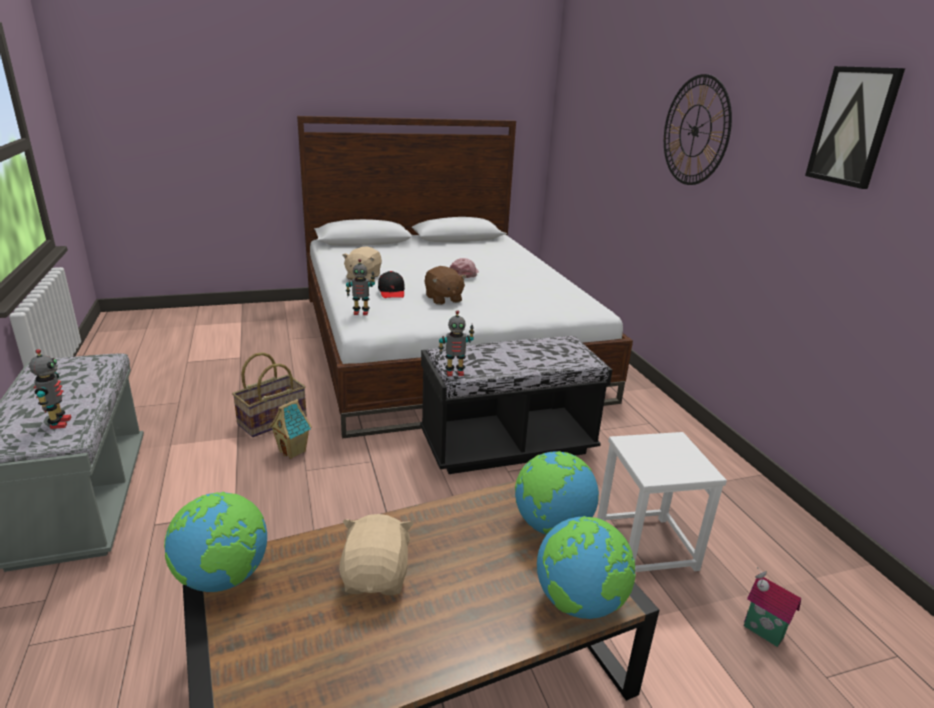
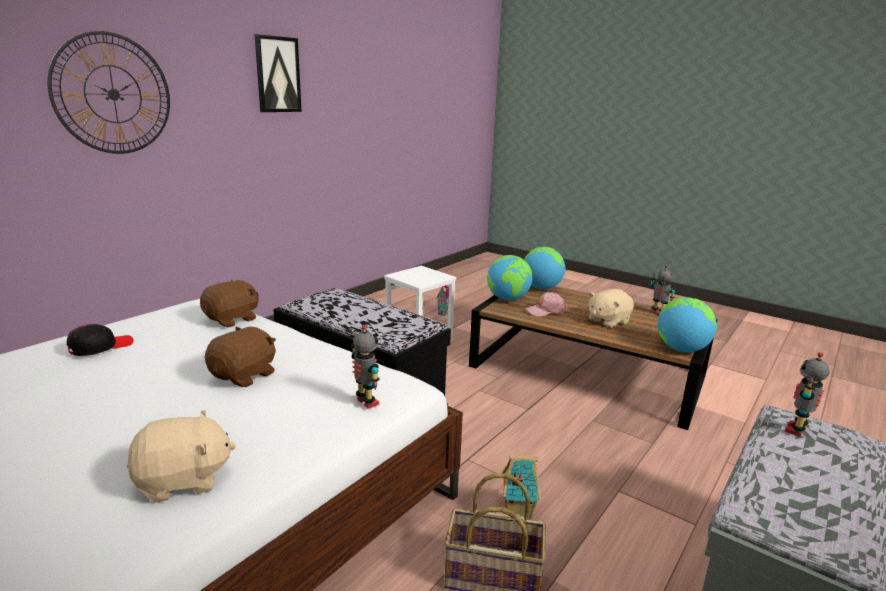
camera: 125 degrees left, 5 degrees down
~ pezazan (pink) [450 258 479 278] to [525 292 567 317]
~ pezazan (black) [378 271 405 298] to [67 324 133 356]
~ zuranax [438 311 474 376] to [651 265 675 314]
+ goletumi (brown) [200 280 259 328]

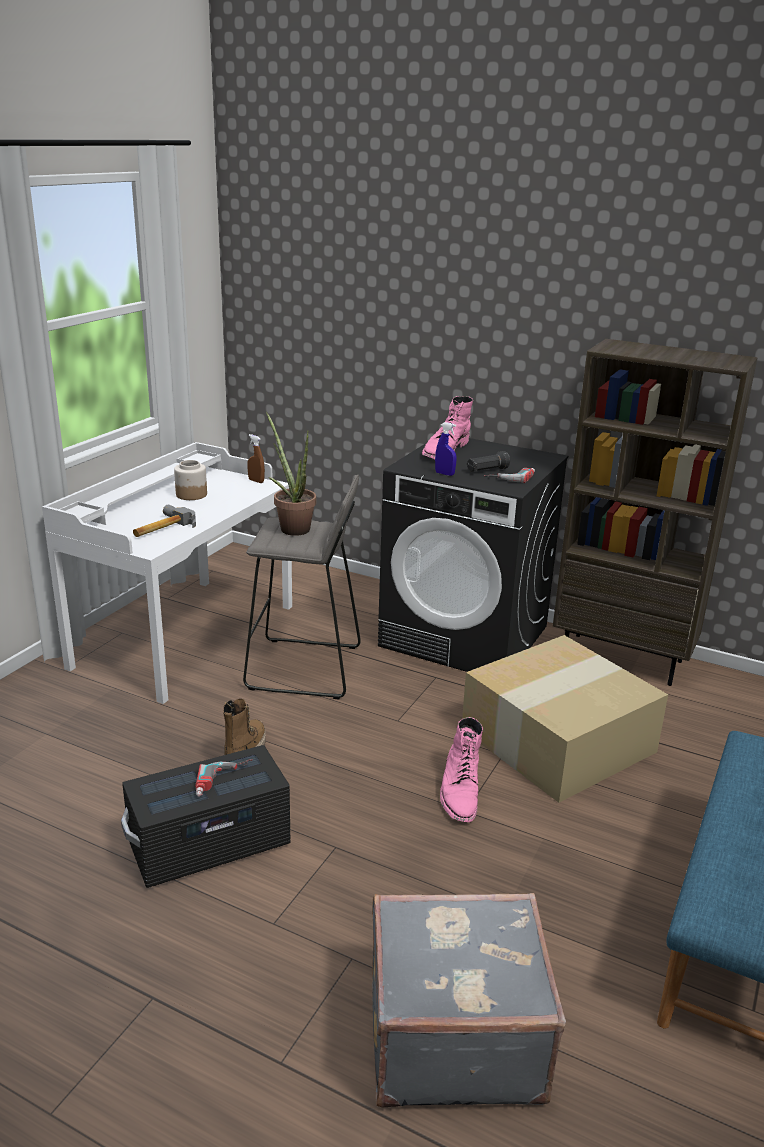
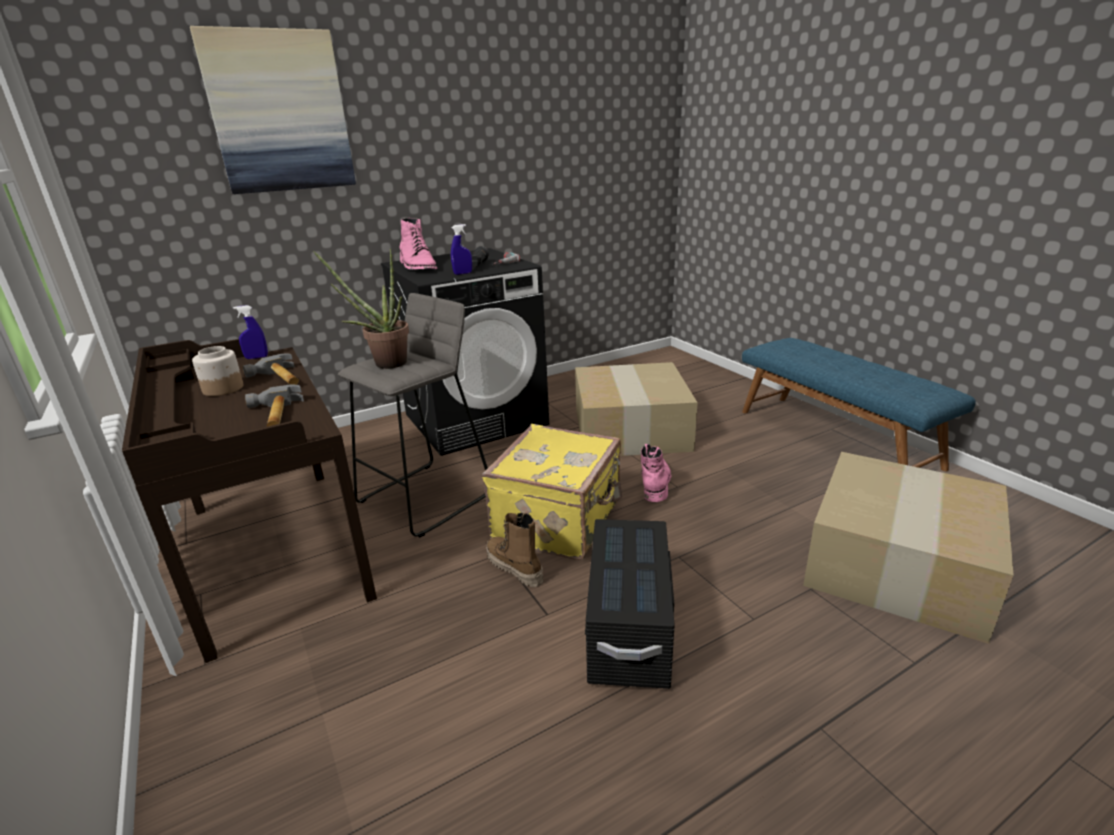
camera: 55 degrees left, 0 degrees up
- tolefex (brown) [553 339 758 686]
~ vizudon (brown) [247 434 265 483] to vizudon (blue) [233 305 268 359]
~ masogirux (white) [42 442 292 704] to masogirux (brown) [122 339 377 663]
~ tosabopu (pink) [440 717 483 823] = [641 444 671 502] 120 degrees counterclockwise
- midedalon [195 759 252 797]
~ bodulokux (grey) [372 893 566 1108] to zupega [803 452 1014 644]
+ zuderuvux [190 26 356 194]
+ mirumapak [243 354 299 385]
+ bodulokux (yellow) [482 424 622 560]

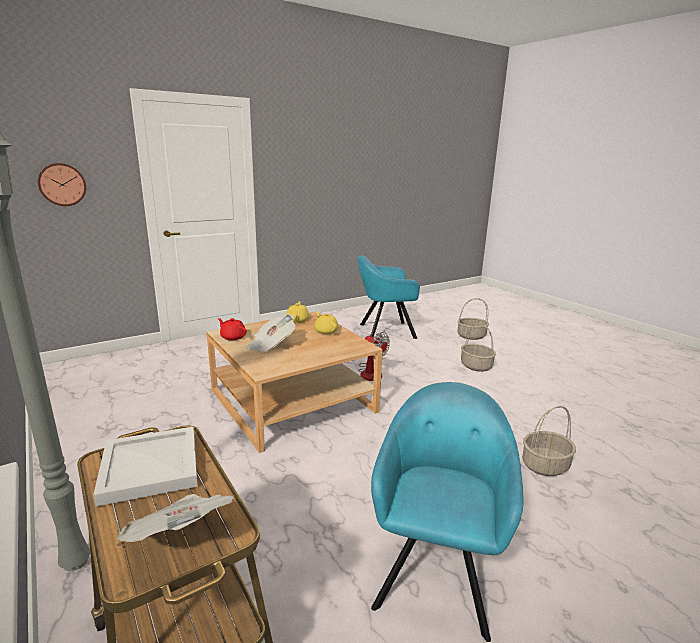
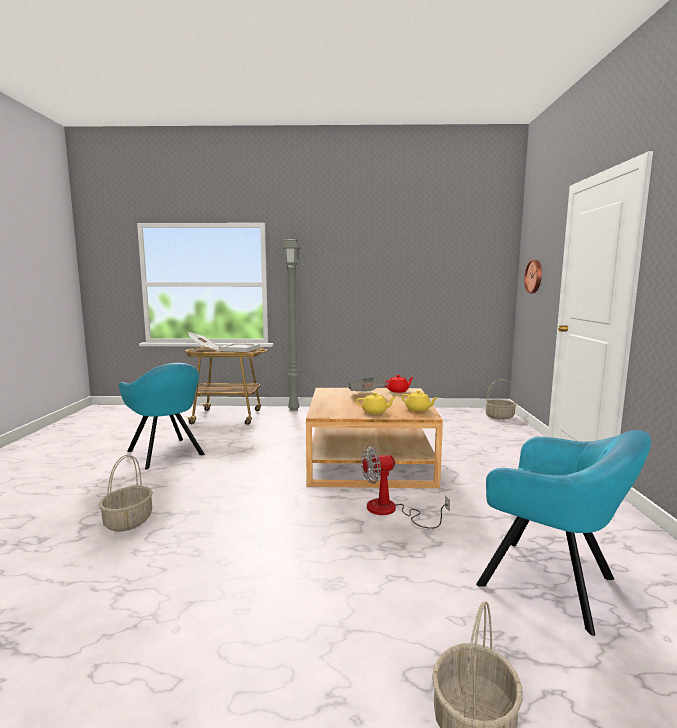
camera: 125 degrees right, 10 degrees down
~ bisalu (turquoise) [358 255 420 339] = [476 430 651 636] 105 degrees clockwise
~ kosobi [461 322 496 372] to [485 379 517 420]

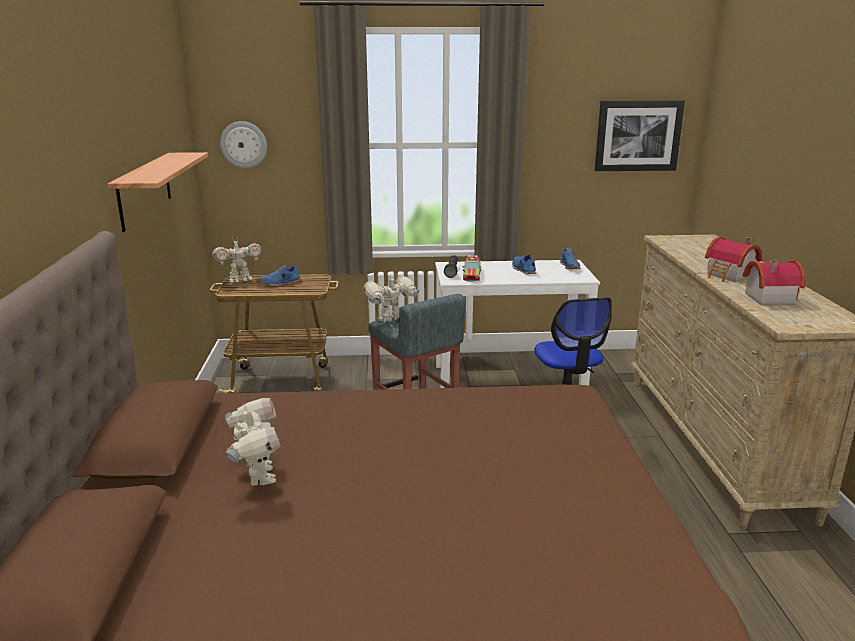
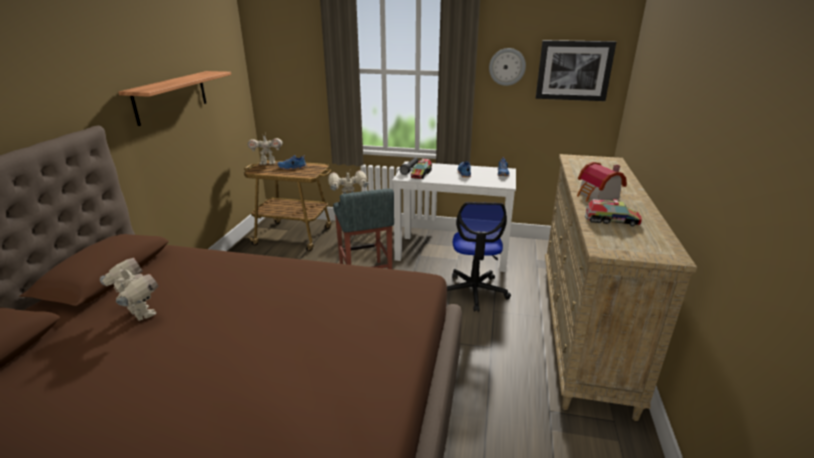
camera: 15 degrees right, 5 degrees up
~ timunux [220 121 267 168] to [489 48 526 86]
~ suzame [743 261 805 305] to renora [585 199 642 226]
~ zuranax [225 398 281 486] = [100 258 158 321] 45 degrees counterclockwise

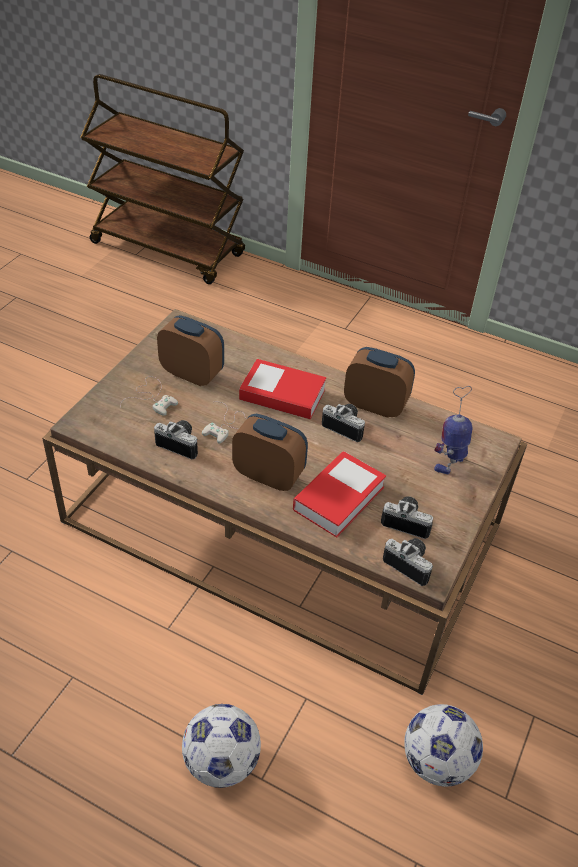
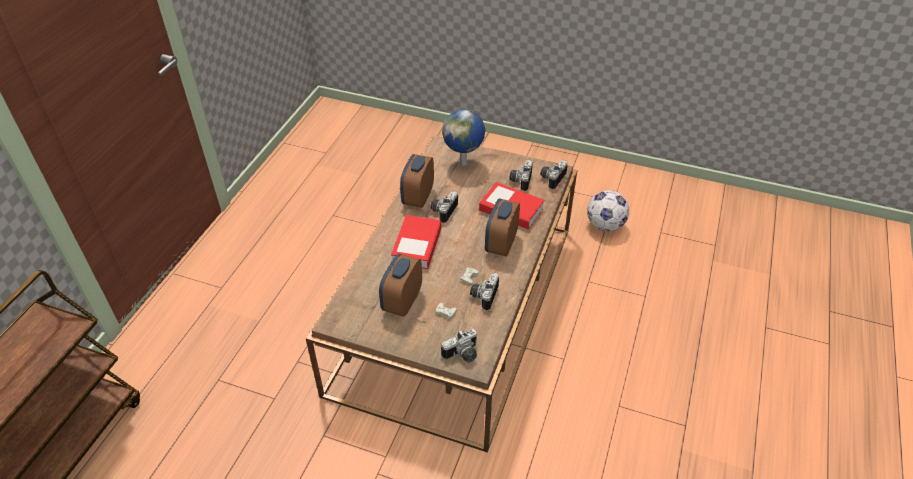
camera: 95 degrees left, 0 degrees up
~ zuranax [434 386 473 474] to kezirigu [442 109 485 166]
- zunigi [182 704 261 788]
+ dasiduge [441 329 477 362]

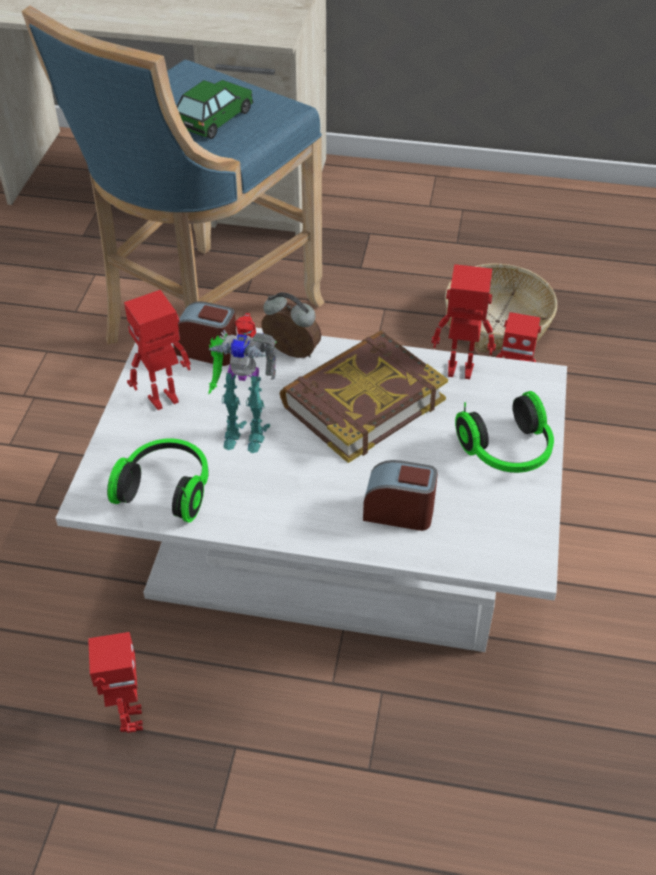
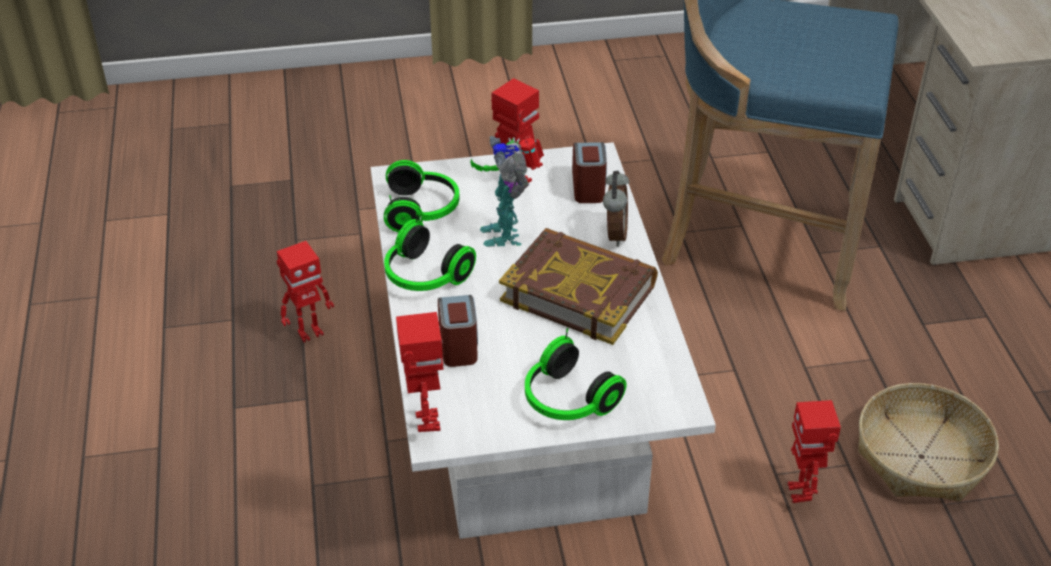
camera: 70 degrees right, 5 degrees down
- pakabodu [177 80 253 139]
~ zuranax [431 264 496 379] to [396 312 443 432]
+ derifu [384 211 476 291]

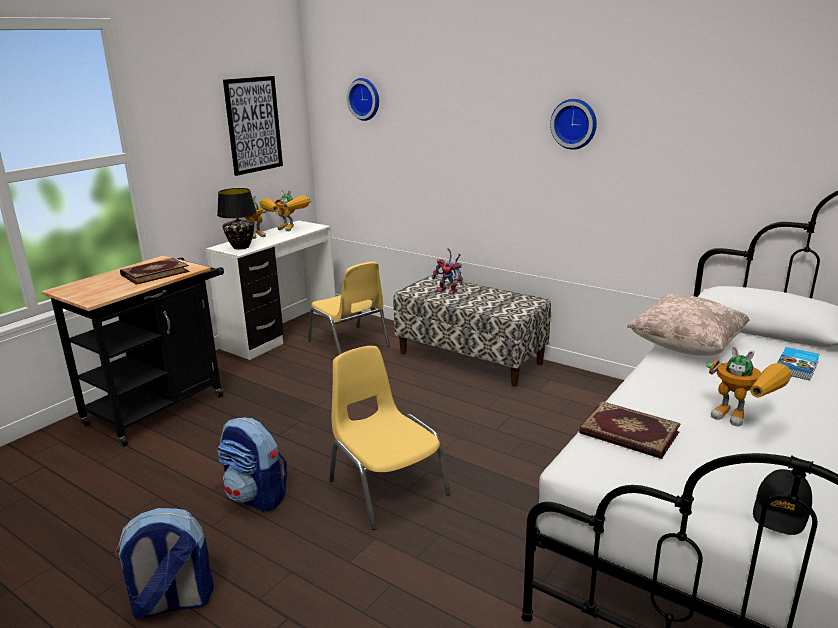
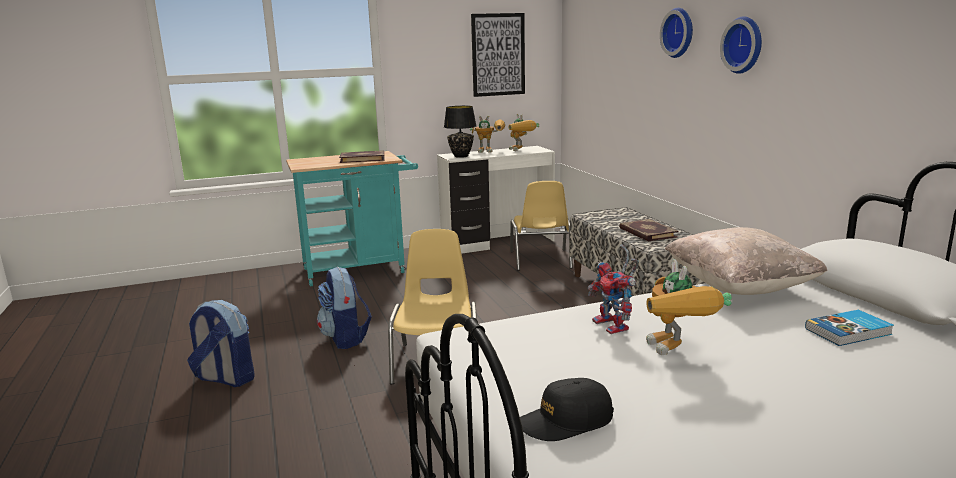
camera: 35 degrees right, 5 degrees down
~ timunux [346 78 379 121] to [660 8 693 58]
~ zuranax [432 248 463 295] to [588 244 639 334]
~ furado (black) [41 256 224 447] to furado (turquoise) [286 151 418 287]
~ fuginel [579 401 681 459] to [619 219 679 241]

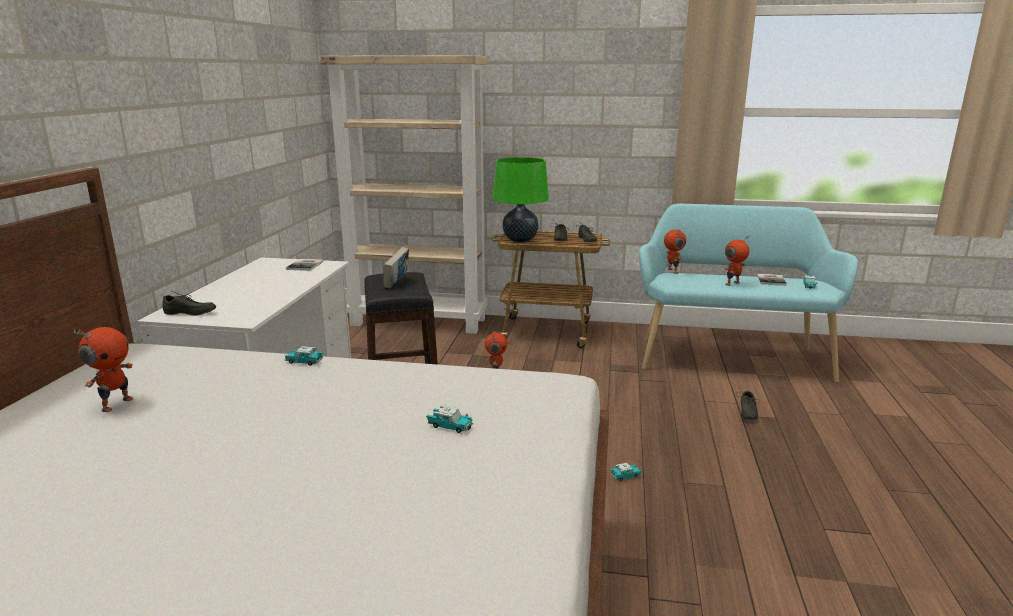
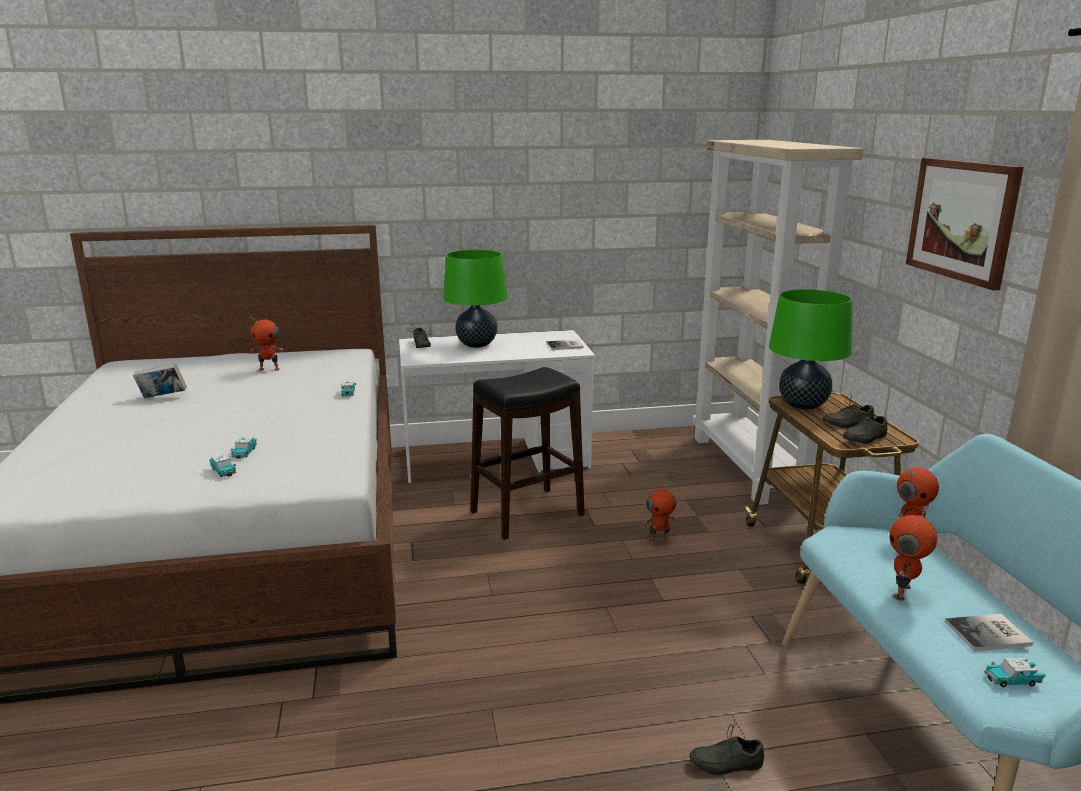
camera: 70 degrees right, 0 degrees up
~ zuranax [725 236 750 286] = [889 505 937 601] 90 degrees counterclockwise
~ fuginel [383 247 409 289] to [133 364 187 398]
~ pakabodu [610 463 642 481] to [209 454 236 477]
+ zuderuvux [906 158 1024 290]
+ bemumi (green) [443 249 508 348]

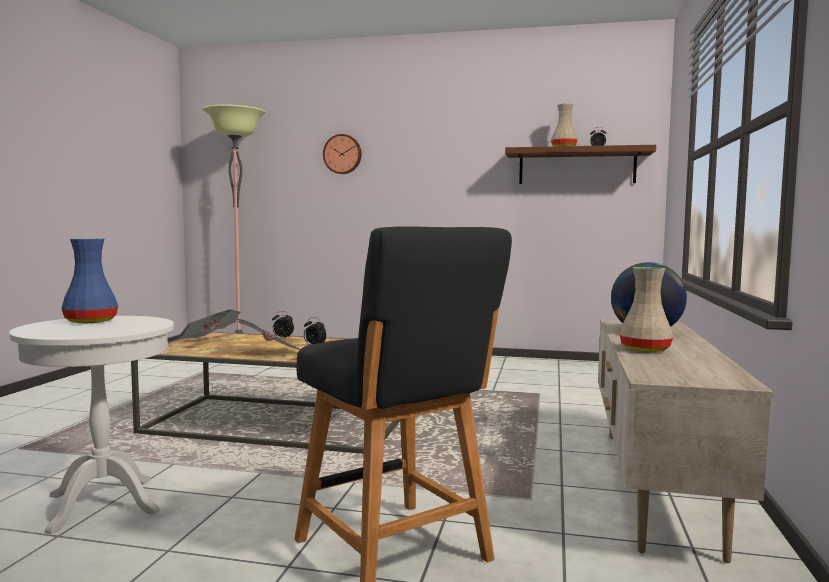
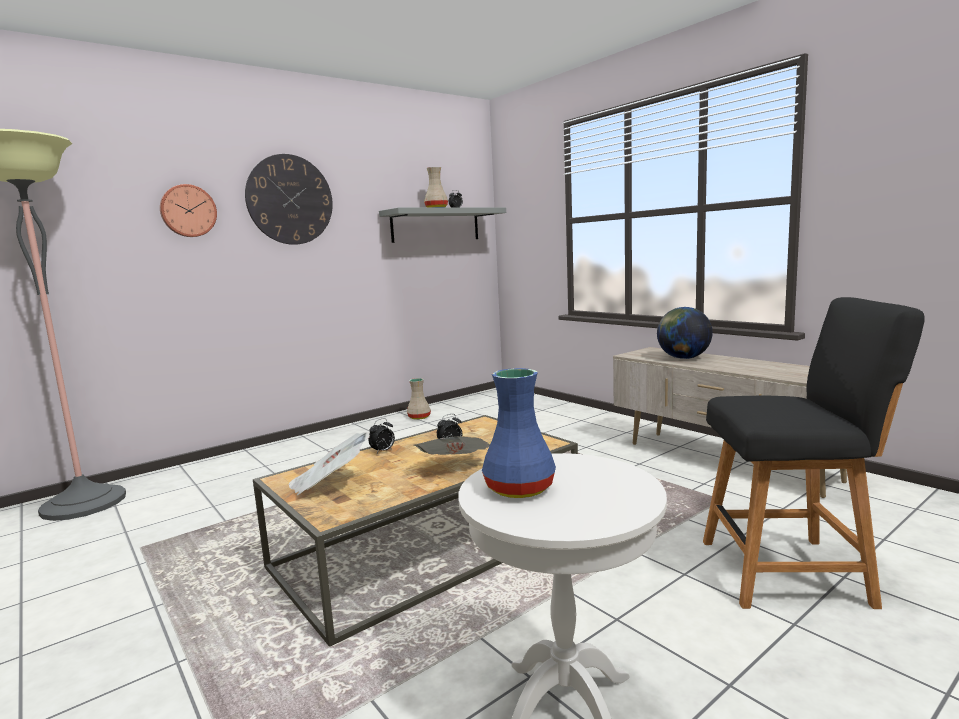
camera: 50 degrees left, 5 degrees up
~ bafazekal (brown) [505 145 656 184] to bafazekal (grey) [379 207 506 243]
~ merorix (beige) [619 267 673 352] to [407 378 431 420]
+ timunux [245 154 333 245]

